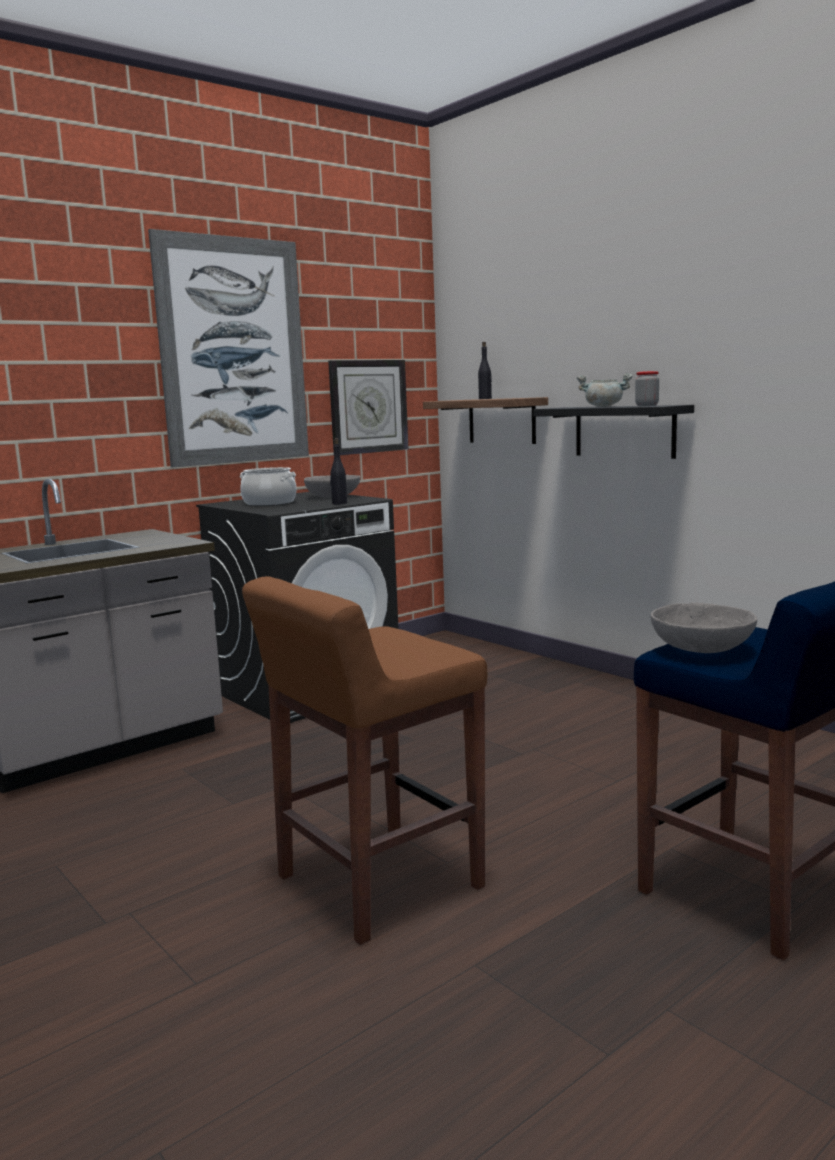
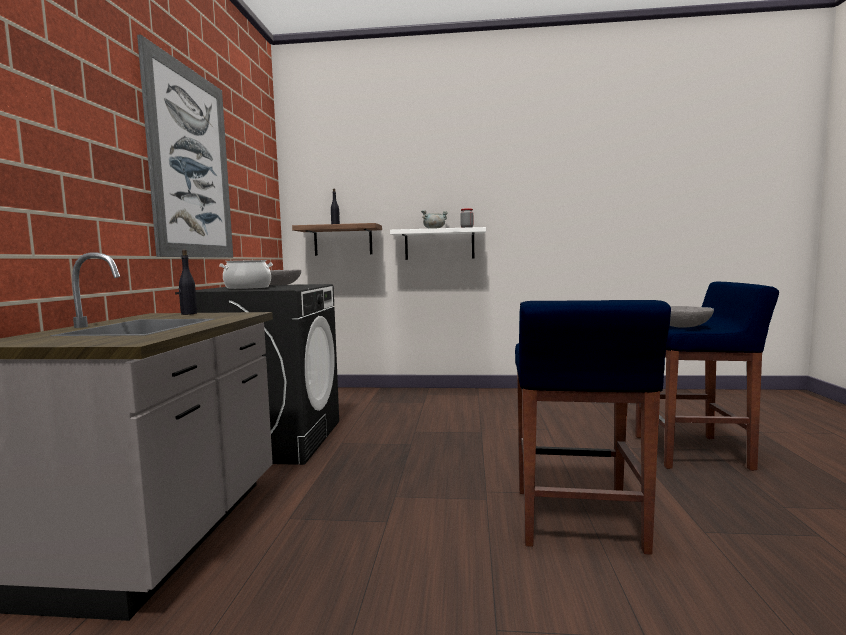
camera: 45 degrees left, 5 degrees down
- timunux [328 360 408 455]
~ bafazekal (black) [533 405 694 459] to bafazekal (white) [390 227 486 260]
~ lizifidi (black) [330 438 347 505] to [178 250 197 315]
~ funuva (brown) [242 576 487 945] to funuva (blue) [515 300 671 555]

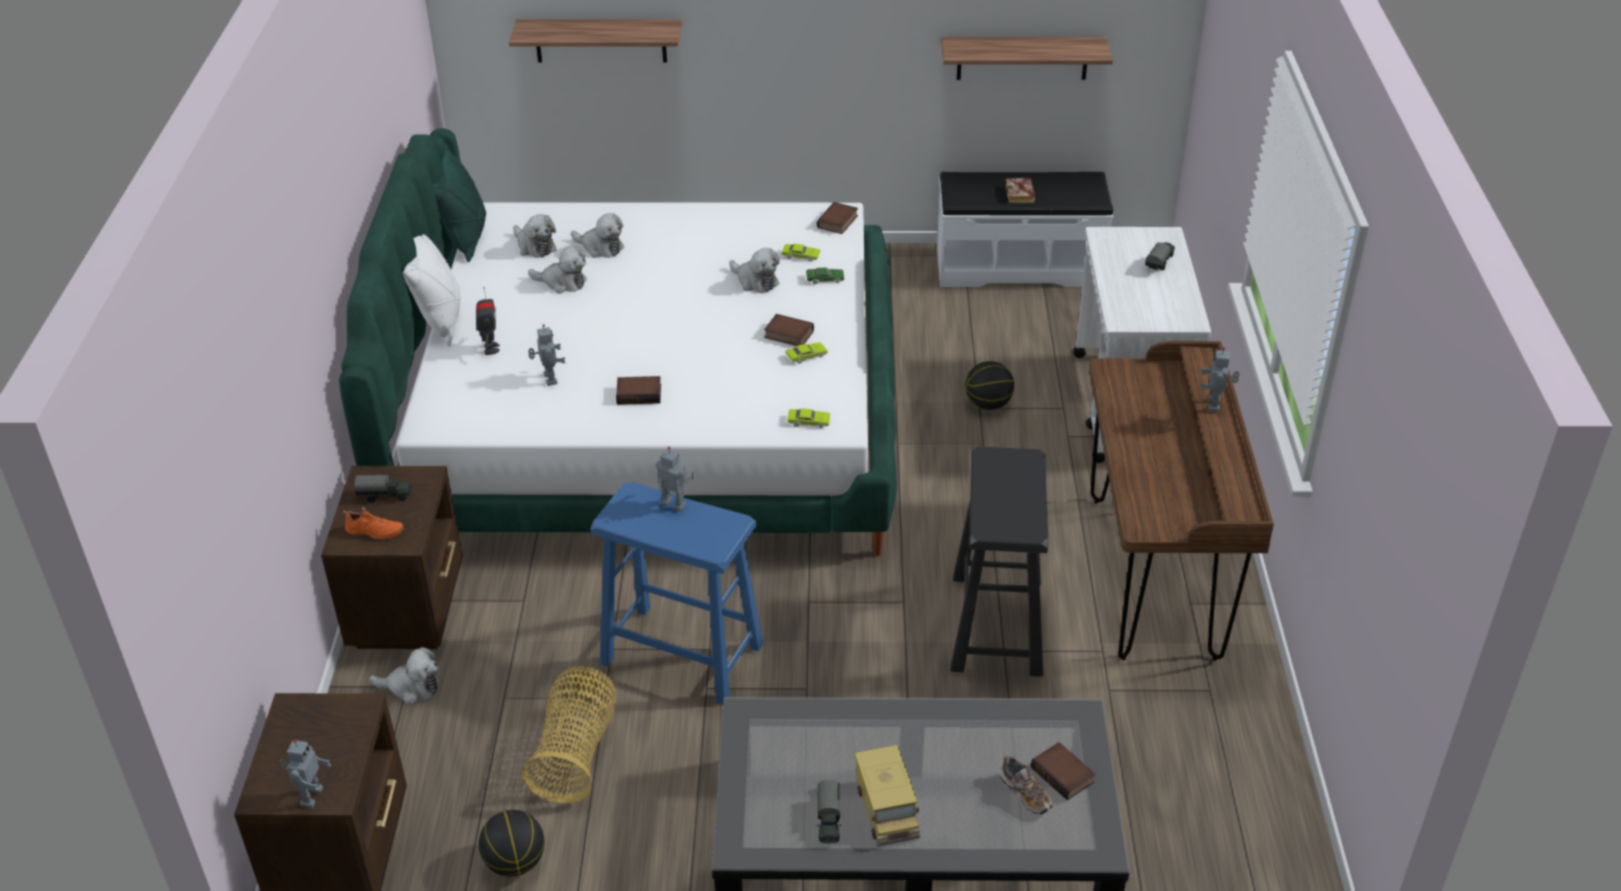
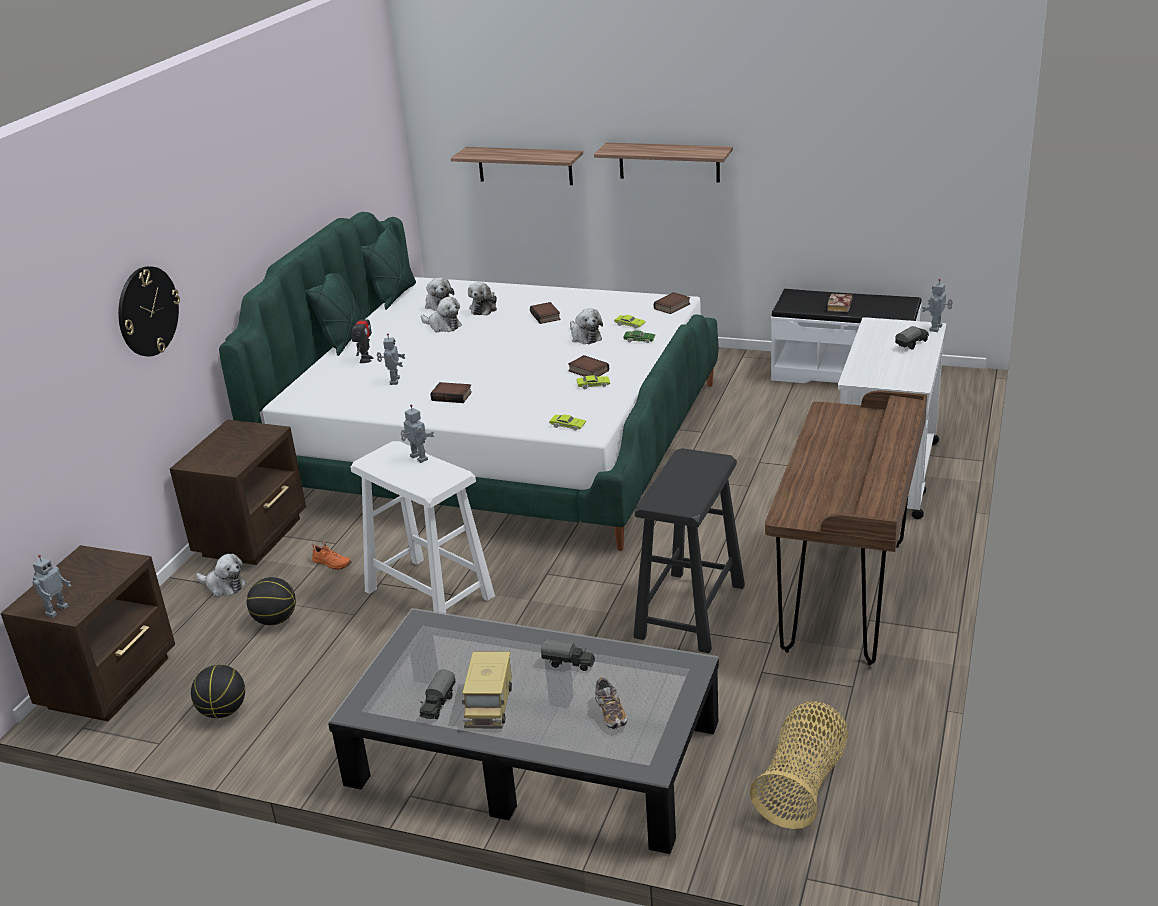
camera: 20 degrees right, 10 degrees down
~ bafazekal [941 37 1113 80] to [594 142 733 183]
~ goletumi [571 213 624 258] = [468 282 497 315] 60 degrees clockwise
~ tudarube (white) [403 235 461 346] to tudarube (green) [305 273 363 356]
~ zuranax [1200 347 1240 412] to [922 279 953 332]
~ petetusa [965 361 1014 410] to [247 577 296 625]
~ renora [354 475 412 502] to [541 639 595 671]
~ funuva (blue) [591 482 763 705] to funuva (white) [350 441 495 613]
~ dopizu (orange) [343 507 404 540] to [311 542 352 570]
~ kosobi [522 666 616 803] to [750 701 848 829]
~ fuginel [1031 742 1095 800] to [530 302 561 324]
+ timunux [118 266 180 357]

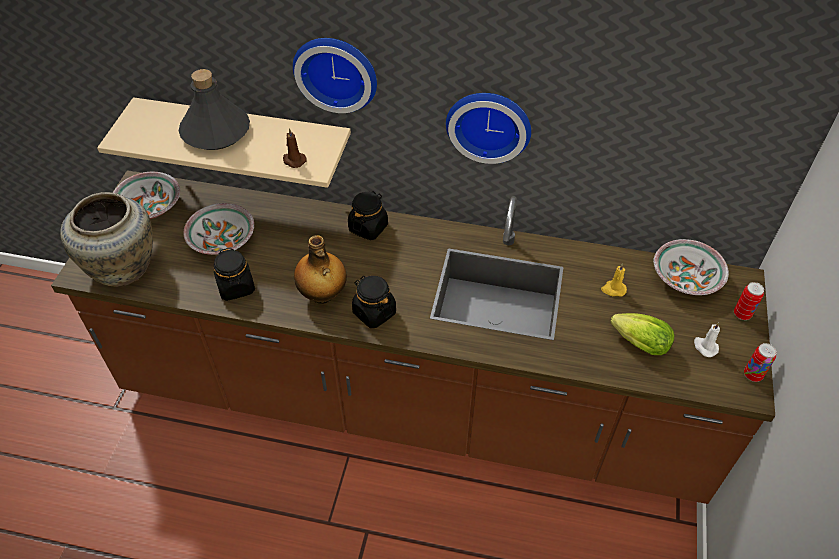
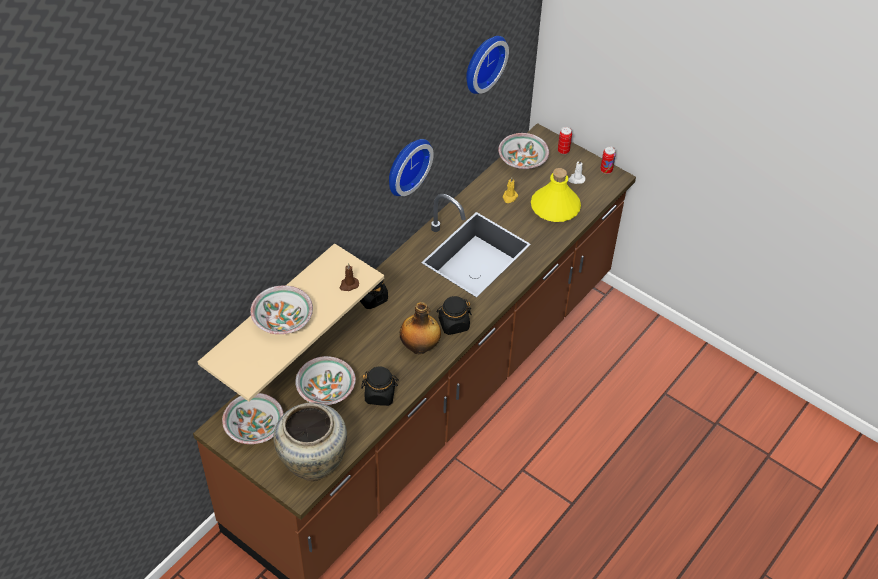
camera: 65 degrees left, 0 degrees up
~ timunux [293 38 377 113] to [466 36 509 94]
~ lizifidi (grey) [179 69 250 150] to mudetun [250 286 313 334]
~ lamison [610 313 674 355] to lizifidi (yellow) [531 168 581 222]

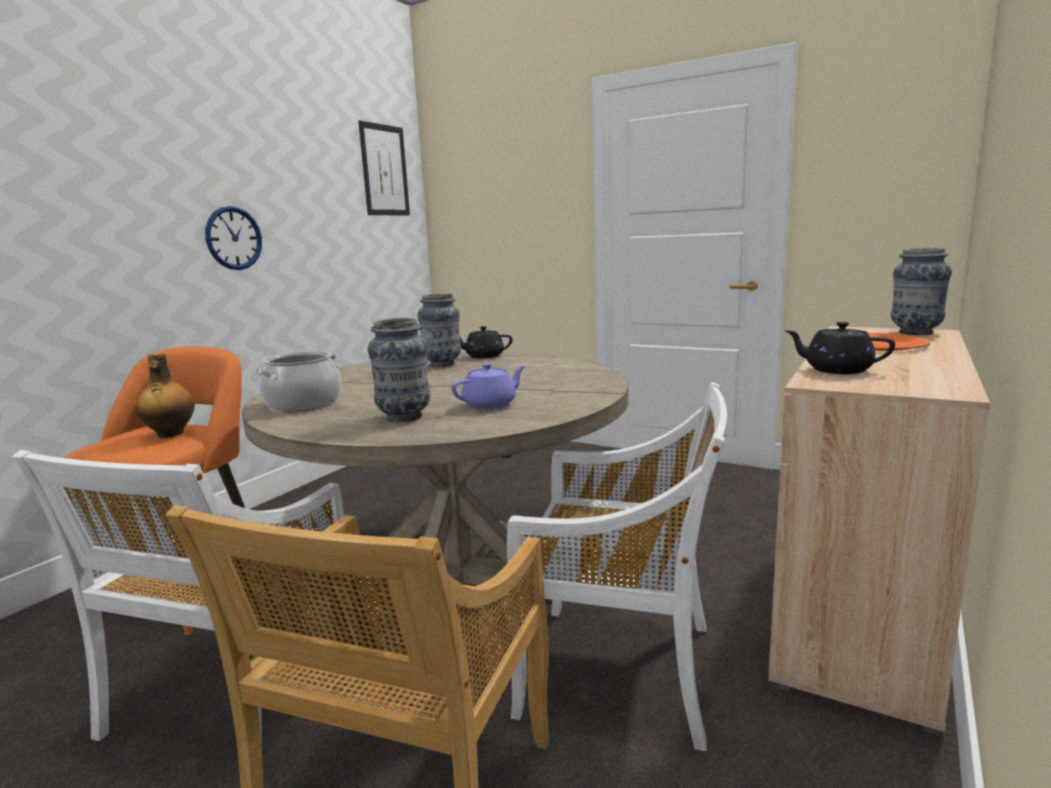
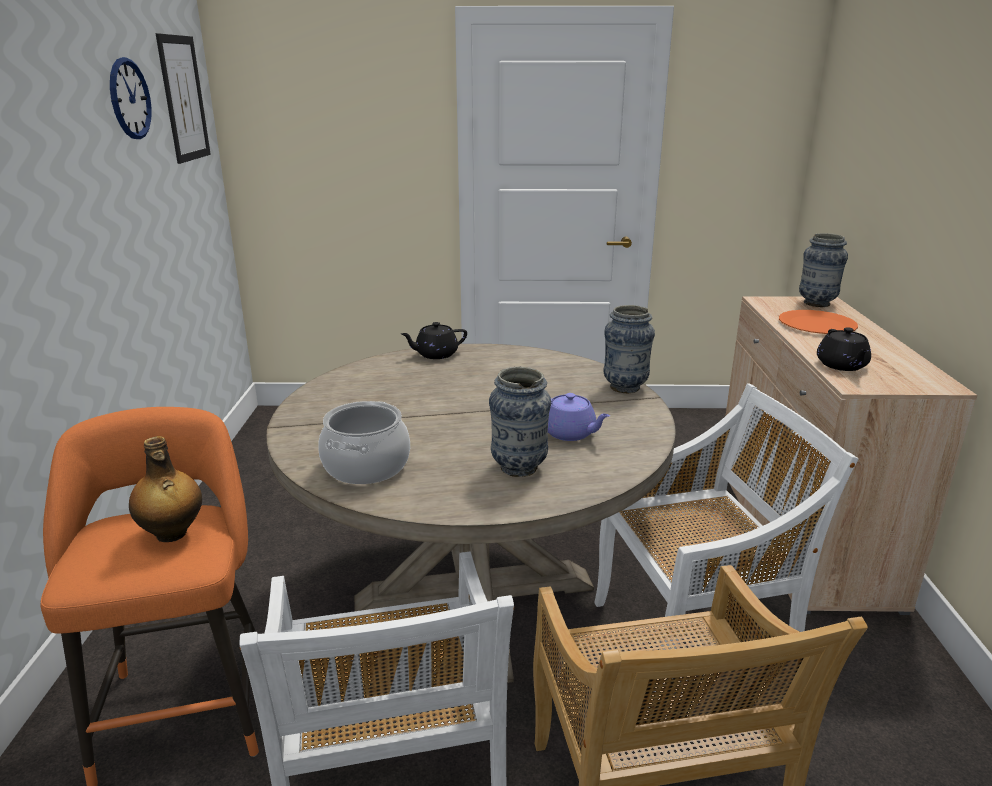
camera: 30 degrees left, 10 degrees up
~ timunux [205 206 262 270] to [110 57 152 139]
~ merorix [418 294 461 367] to [603 305 655 393]
~ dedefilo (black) [786 322 895 374] = [817 327 871 371] 90 degrees counterclockwise
~ dedefilo (purple) [451 363 526 409] = [548 393 610 441] 105 degrees clockwise

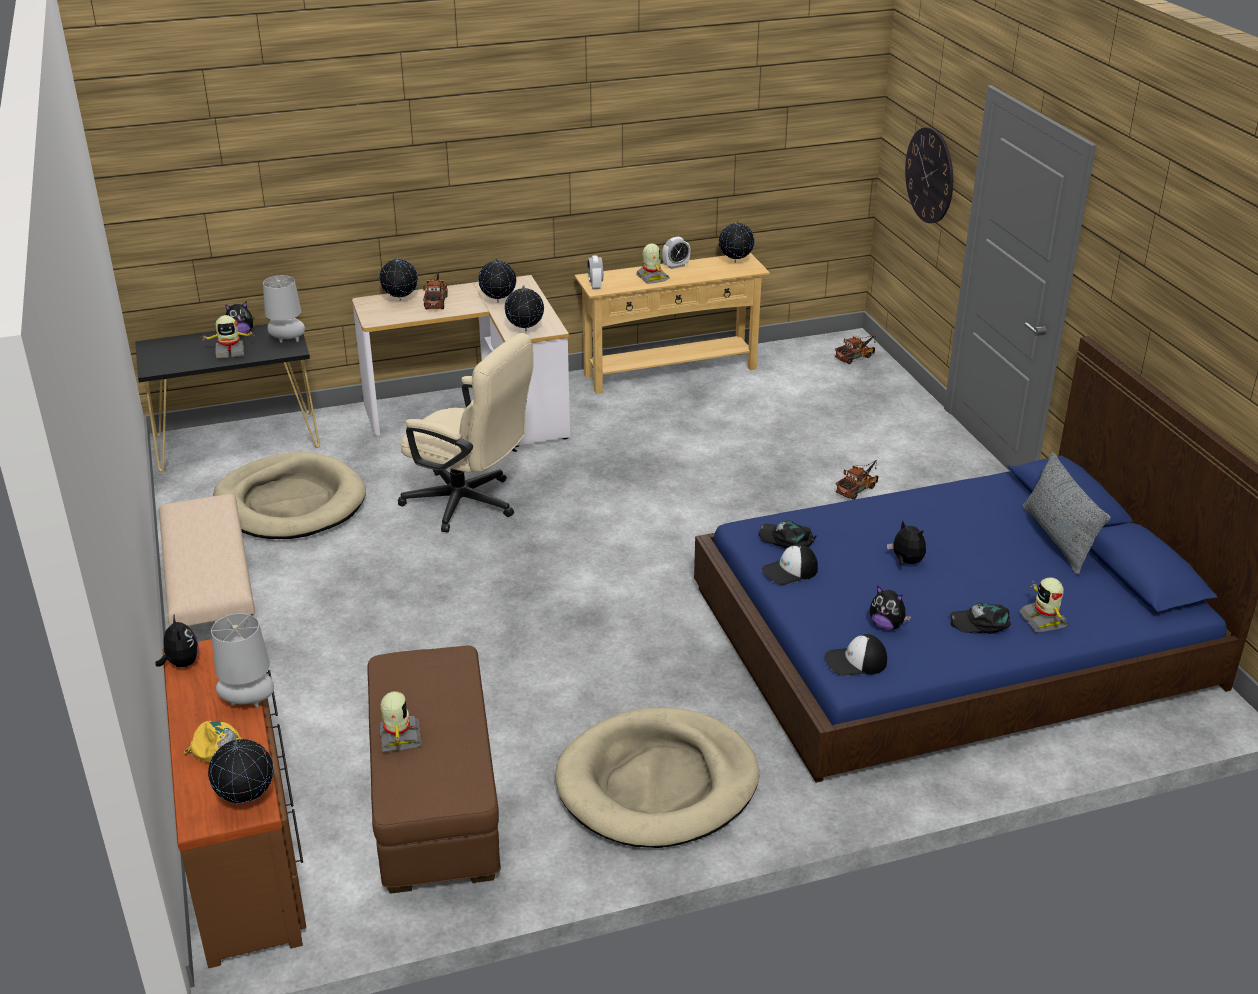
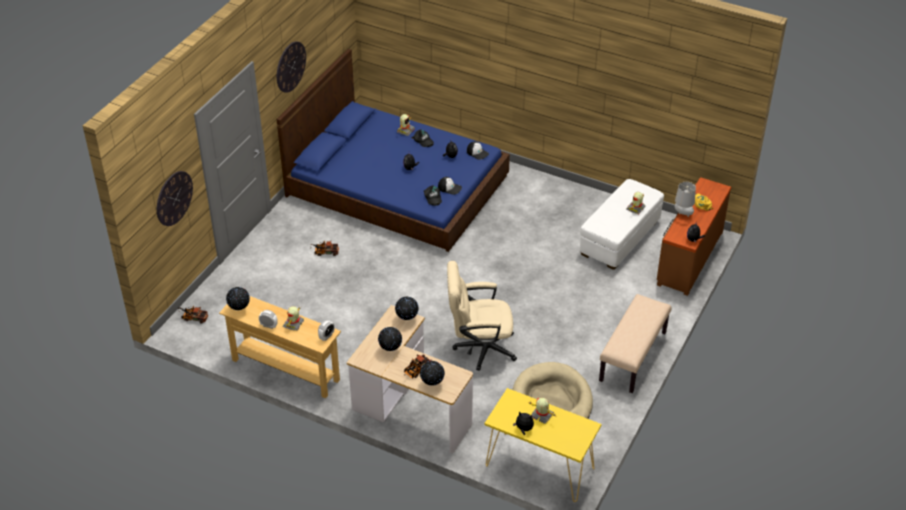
camera: 135 degrees left, 10 degrees up
- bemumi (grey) [263 275 305 343]
~ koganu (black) [135 324 320 472] to koganu (yellow) [484 388 601 502]
~ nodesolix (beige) [398 333 533 532] = [447 261 517 371] 75 degrees counterclockwise
- tudarube (grey) [1022 452 1111 575]
~ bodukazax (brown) [368 646 501 894] to bodukazax (white) [579 179 664 270]
- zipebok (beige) [555 707 759 848]
- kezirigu [208 739 274 803]
+ timunux [277 41 306 93]

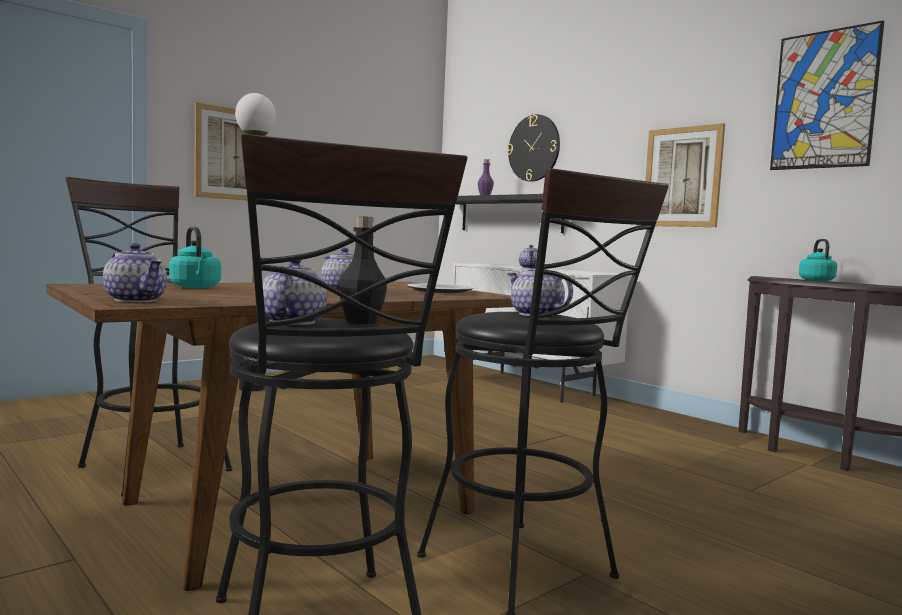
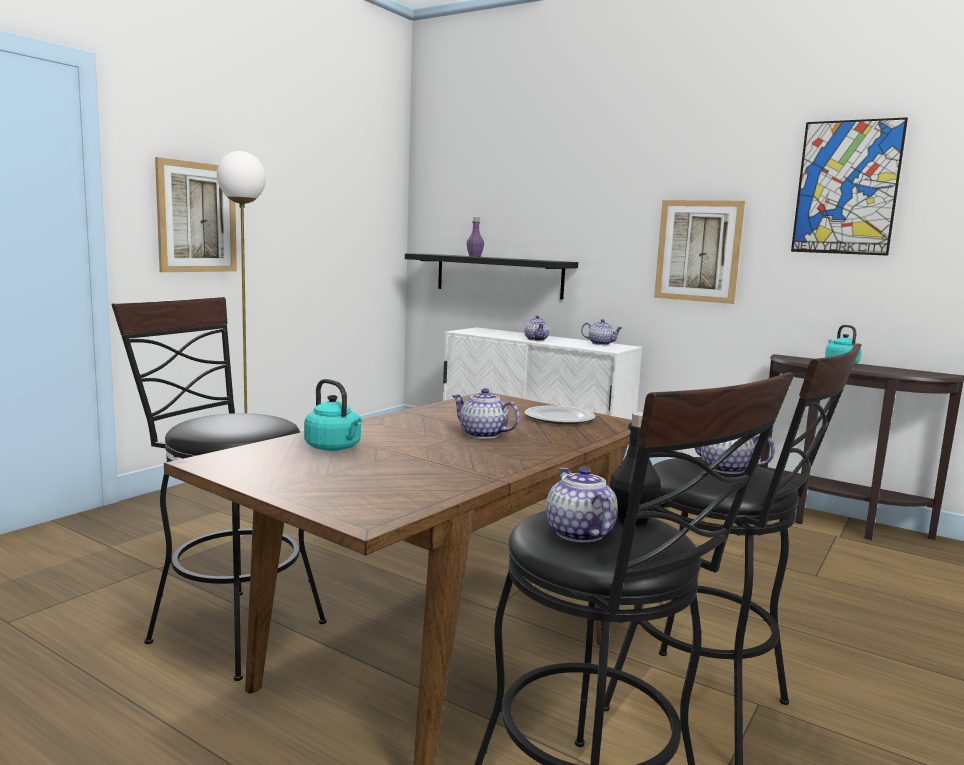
camera: 15 degrees left, 5 degrees up
- timunux [507 114 560 182]
~ dedefilo [103 243 167 302] to [581 319 623 345]

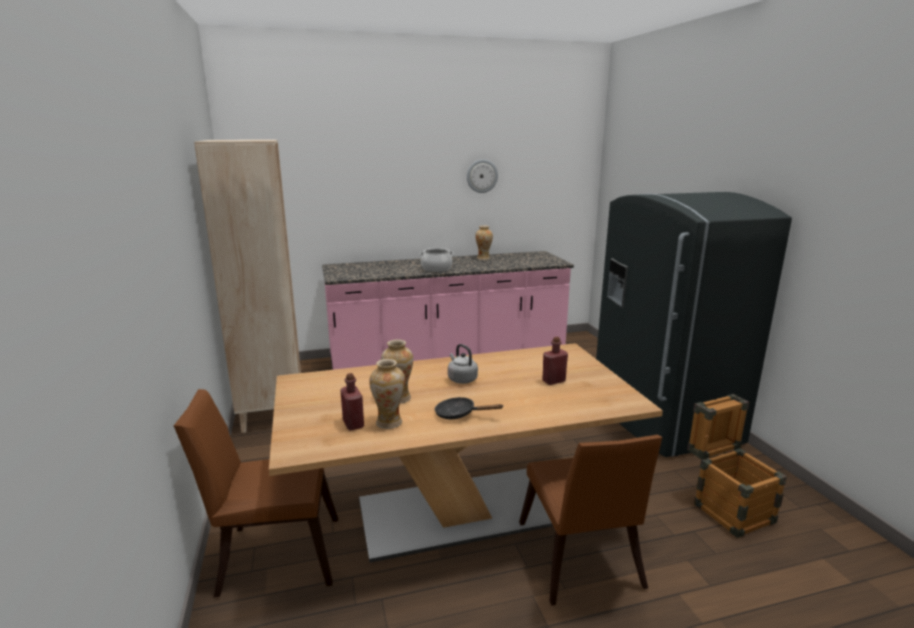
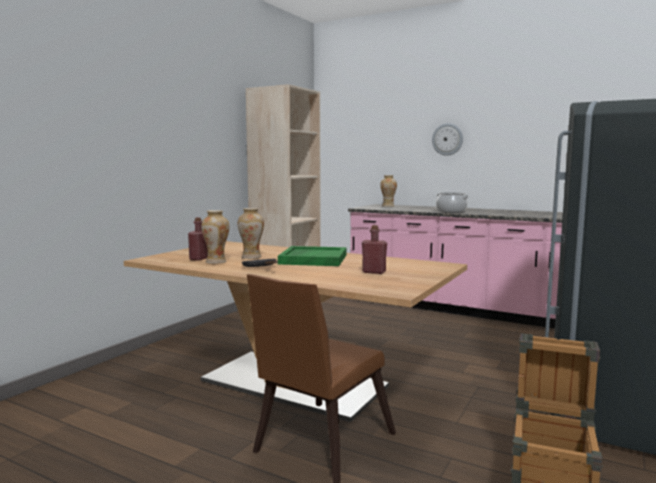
camera: 45 degrees right, 10 degrees down
~ timunux [467 159 498 193] to [432 123 463 156]
~ merorix [475 225 493 260] to [380 175 397 207]
~ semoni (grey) [448 344 478 384] to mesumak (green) [278 246 347 266]
- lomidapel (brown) [174 389 338 598]

